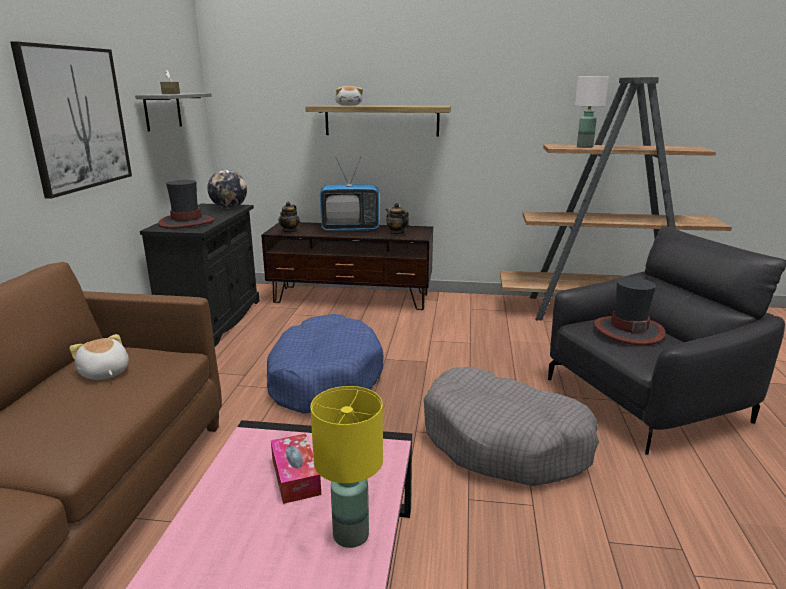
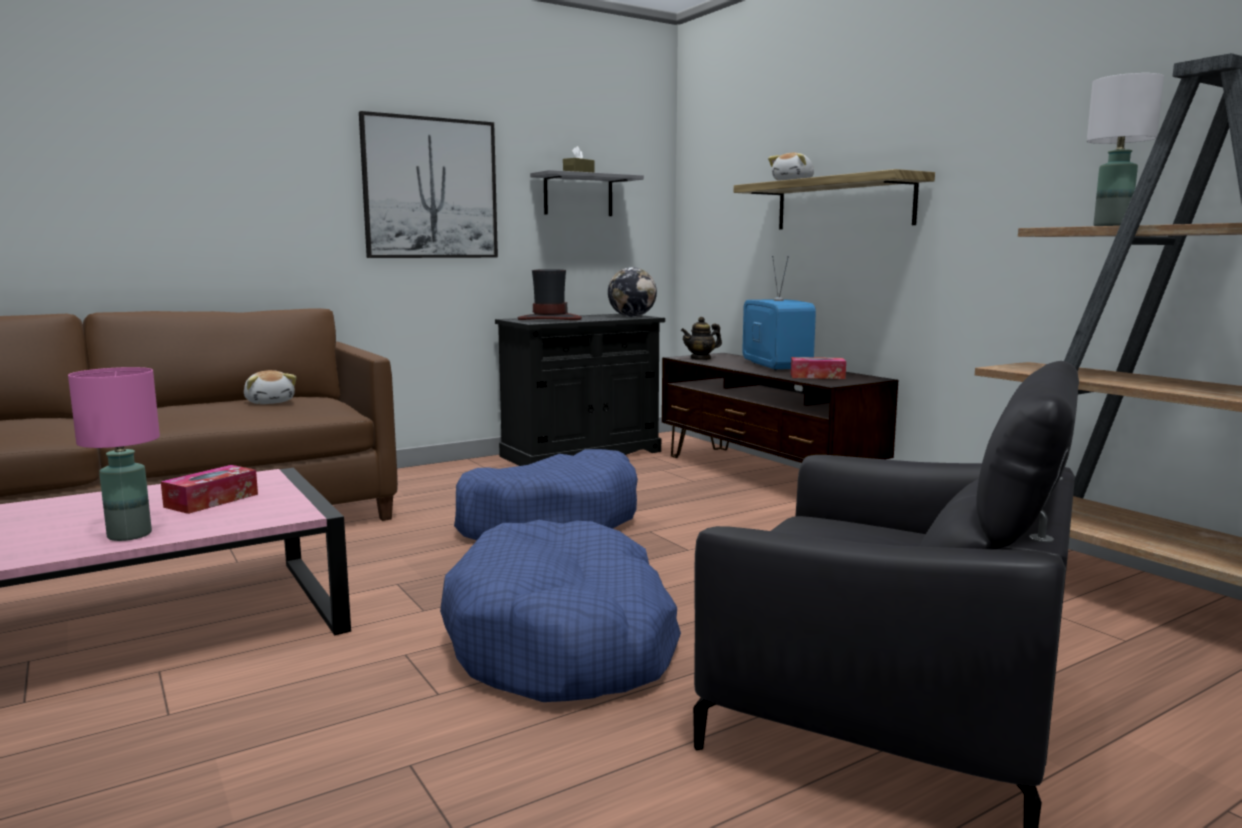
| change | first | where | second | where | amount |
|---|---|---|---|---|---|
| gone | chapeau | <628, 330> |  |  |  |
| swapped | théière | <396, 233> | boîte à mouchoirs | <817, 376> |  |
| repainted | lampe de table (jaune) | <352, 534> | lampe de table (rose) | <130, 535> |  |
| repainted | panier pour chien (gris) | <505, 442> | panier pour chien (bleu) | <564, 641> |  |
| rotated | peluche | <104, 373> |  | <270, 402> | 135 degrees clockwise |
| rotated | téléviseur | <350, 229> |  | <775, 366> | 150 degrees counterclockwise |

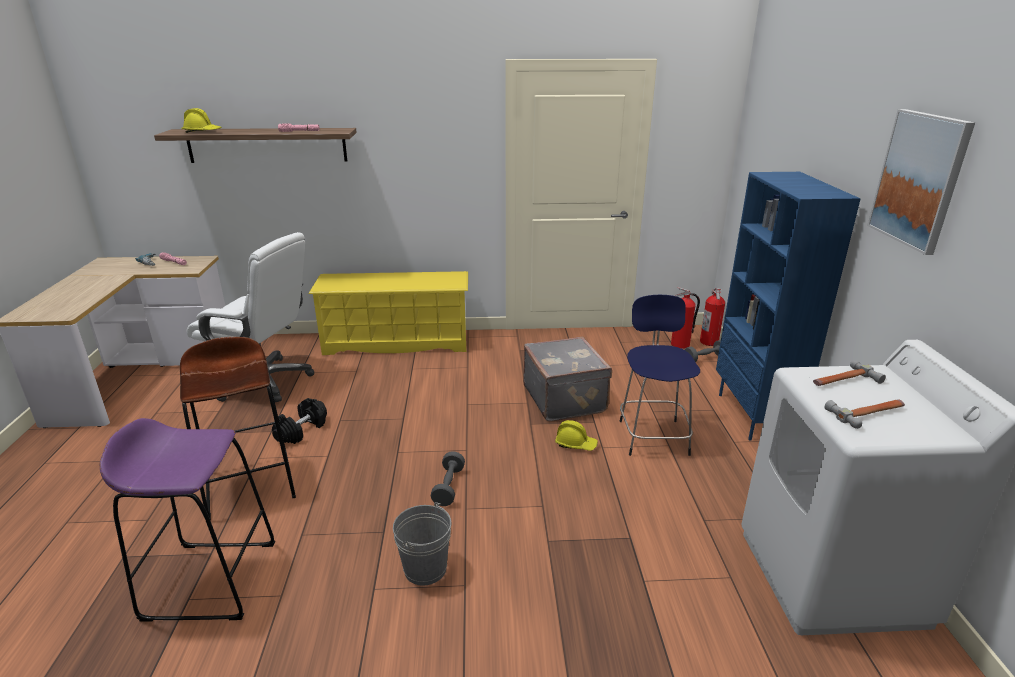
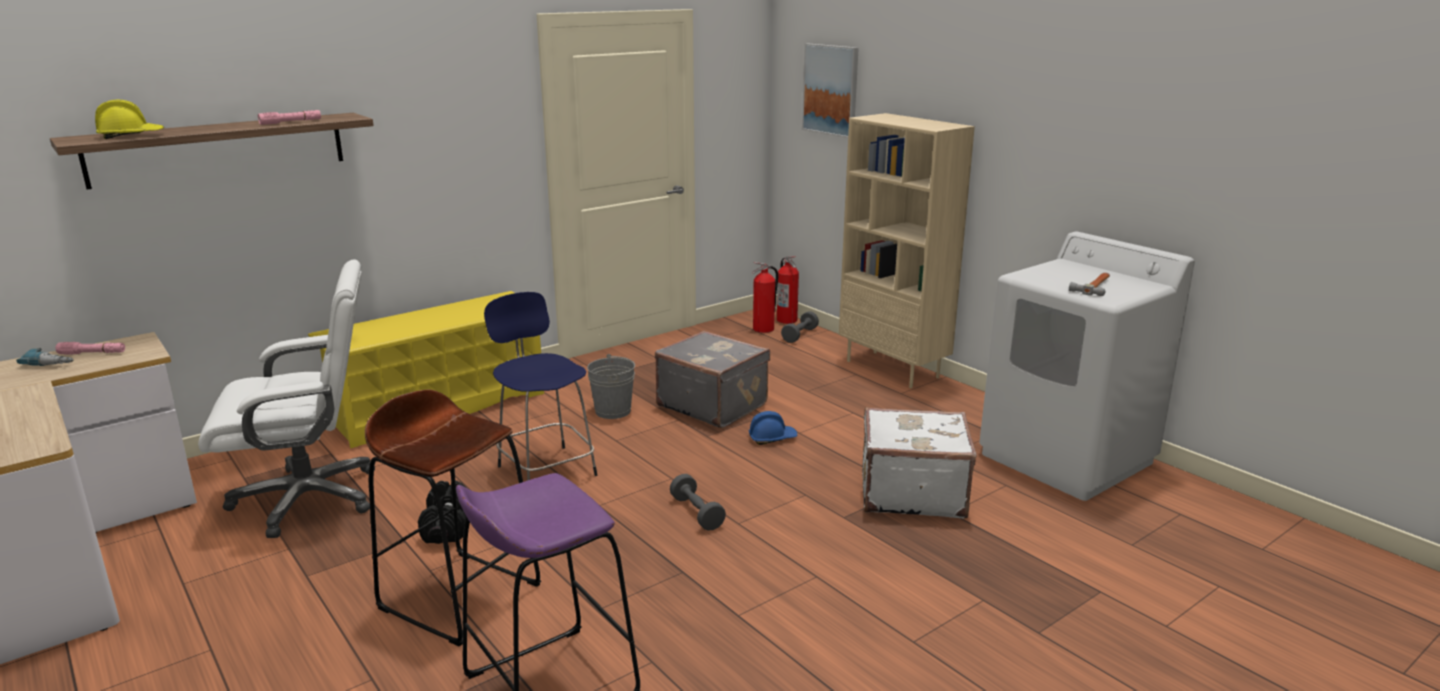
| change | first | where | second | where | amount |
|---|---|---|---|---|---|
| gone | marteau | <842, 381> |  |  |  |
| new |  |  | valise (blanc) | <911, 492> |  |
| shifted | seau (gris) | <425, 569> |  | <613, 411> |  |
| shifted | tabouret (bleu) | <653, 435> |  | <545, 469> |  |
| shifted | tableau | <919, 180> |  | <831, 90> |  |
| repainted | casque de chantier (jaune) | <575, 444> | casque de chantier (bleu) | <772, 438> |  |
| repainted | bibliothèque (bleu) | <753, 416> | bibliothèque (beige) | <893, 369> |  |

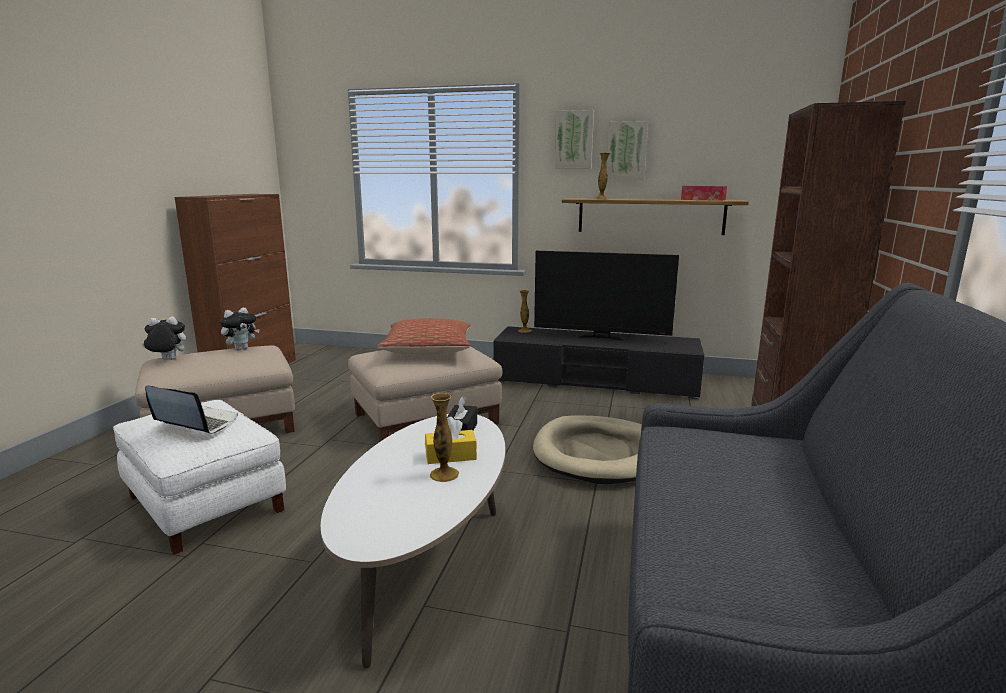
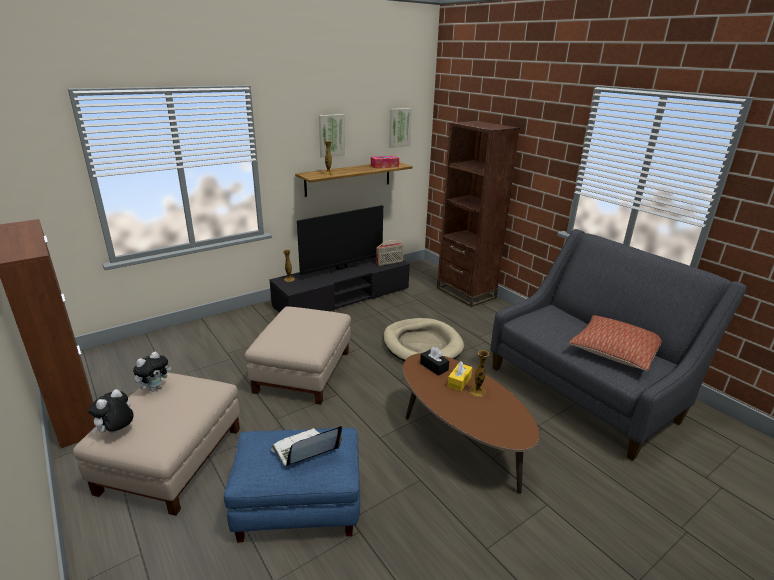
| change | first | where | second | where | amount |
|---|---|---|---|---|---|
| new |  |  | radio | <389, 263> |  |
| shifted | coussin | <428, 350> |  | <614, 351> |  |
| shifted | tableau | <574, 139> |  | <399, 127> |  |
| repainted | pouf (blanc) | <204, 504> | pouf (bleu) | <298, 505> |  |
| repainted | table basse (blanc) | <428, 562> | table basse (marron) | <459, 441> |  |
| rotated | peluche | <241, 349> |  | <155, 388> | 45 degrees clockwise |

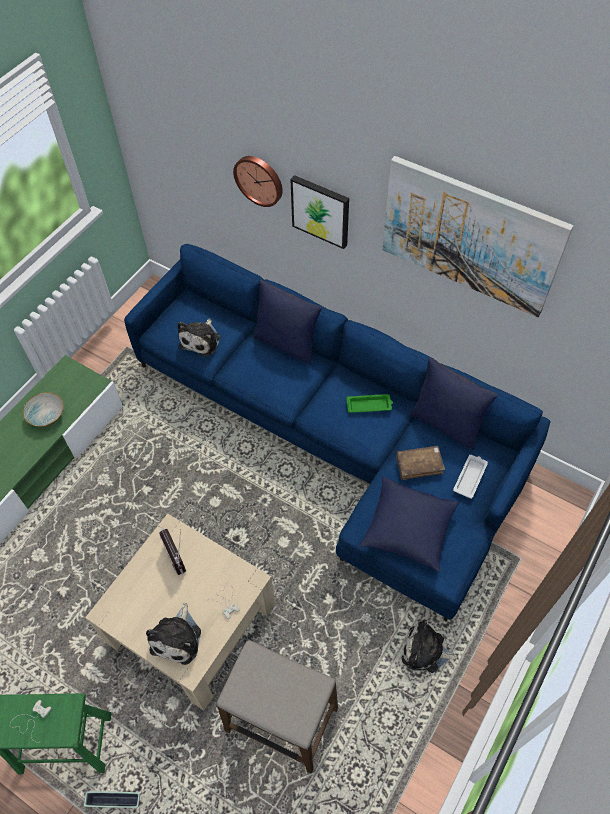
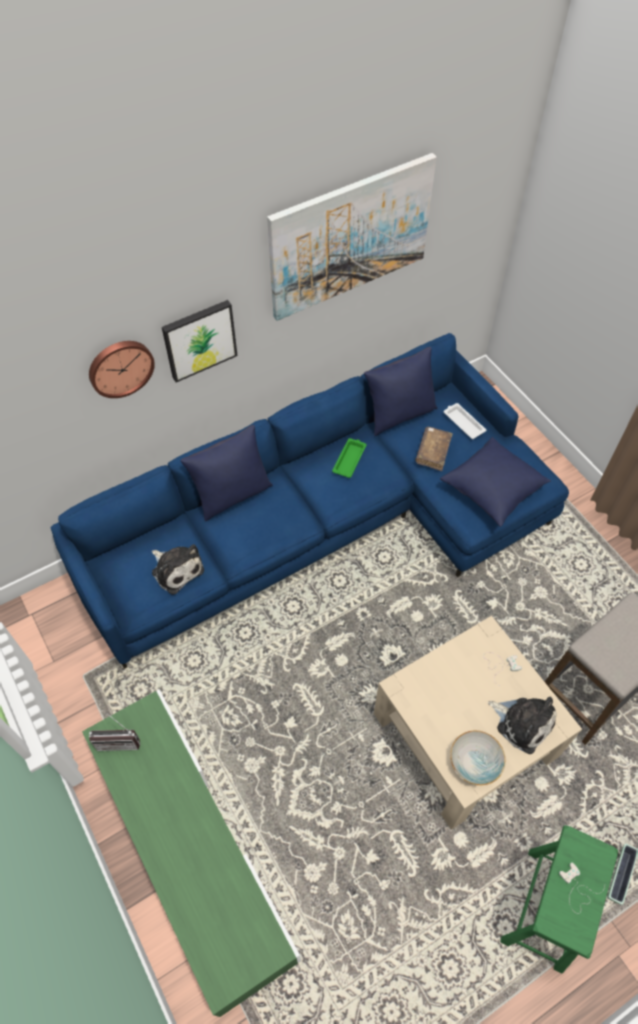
| change | first | where | second | where | amount |
|---|---|---|---|---|---|
| gone | peluche | <426, 651> |  |  |  |
| shifted | bol | <46, 415> |  | <474, 762> |  |
| shifted | radio | <179, 556> |  | <119, 740> |  |

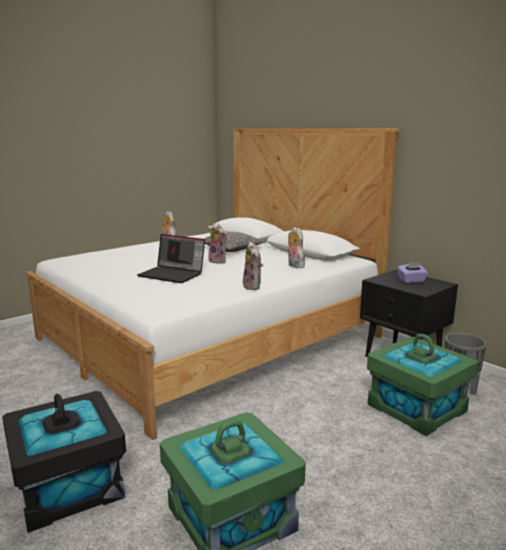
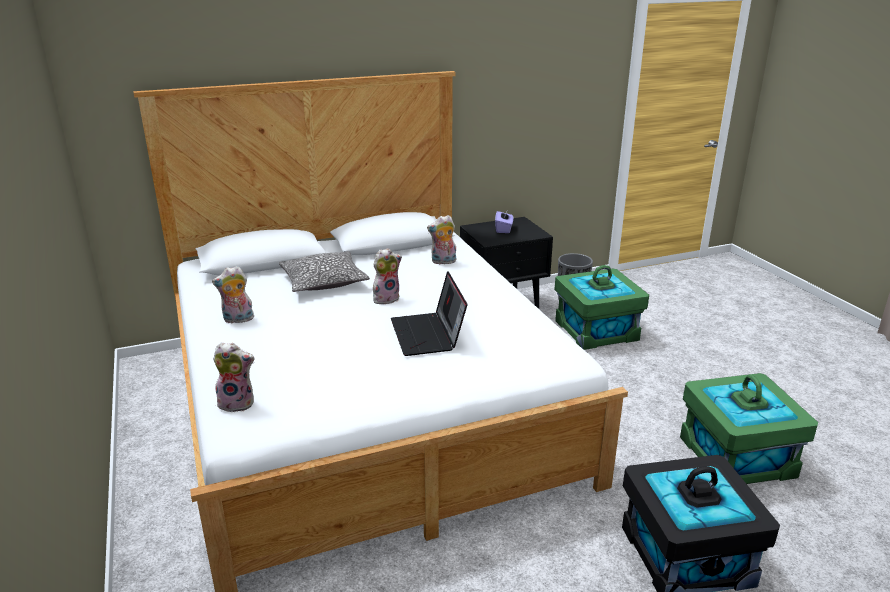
| change | first | where | second | where | amount |
|---|---|---|---|---|---|
| shifted | peluche | <253, 287> |  | <238, 403> |  |
| rotated | ordinateur portable | <173, 274> |  | <428, 335> | 120 degrees clockwise |

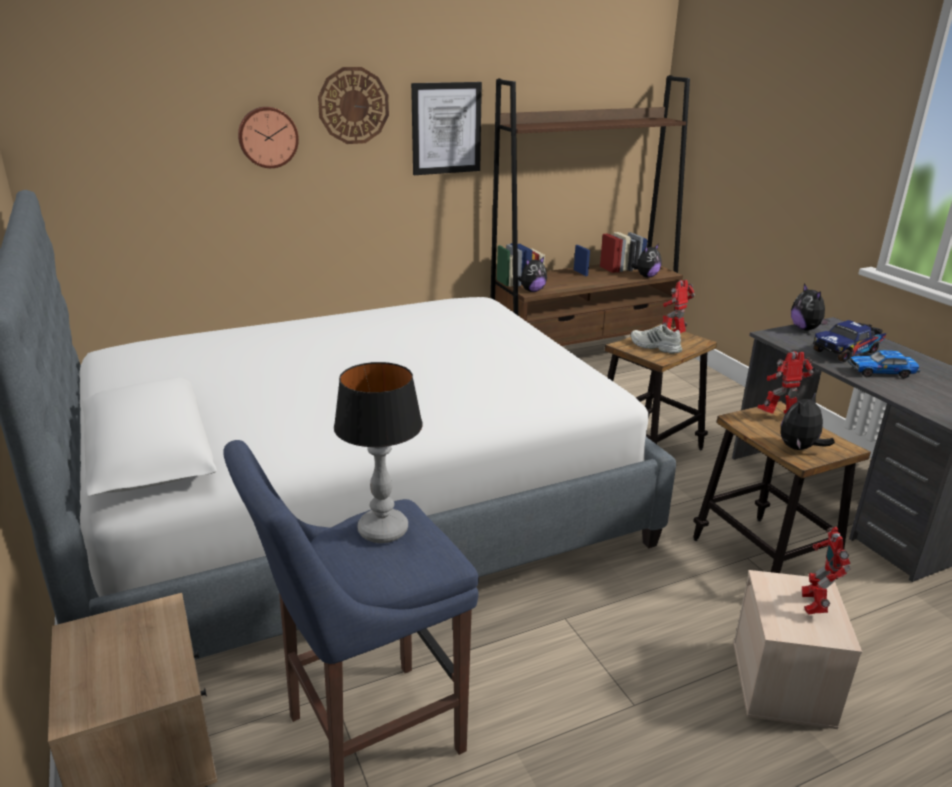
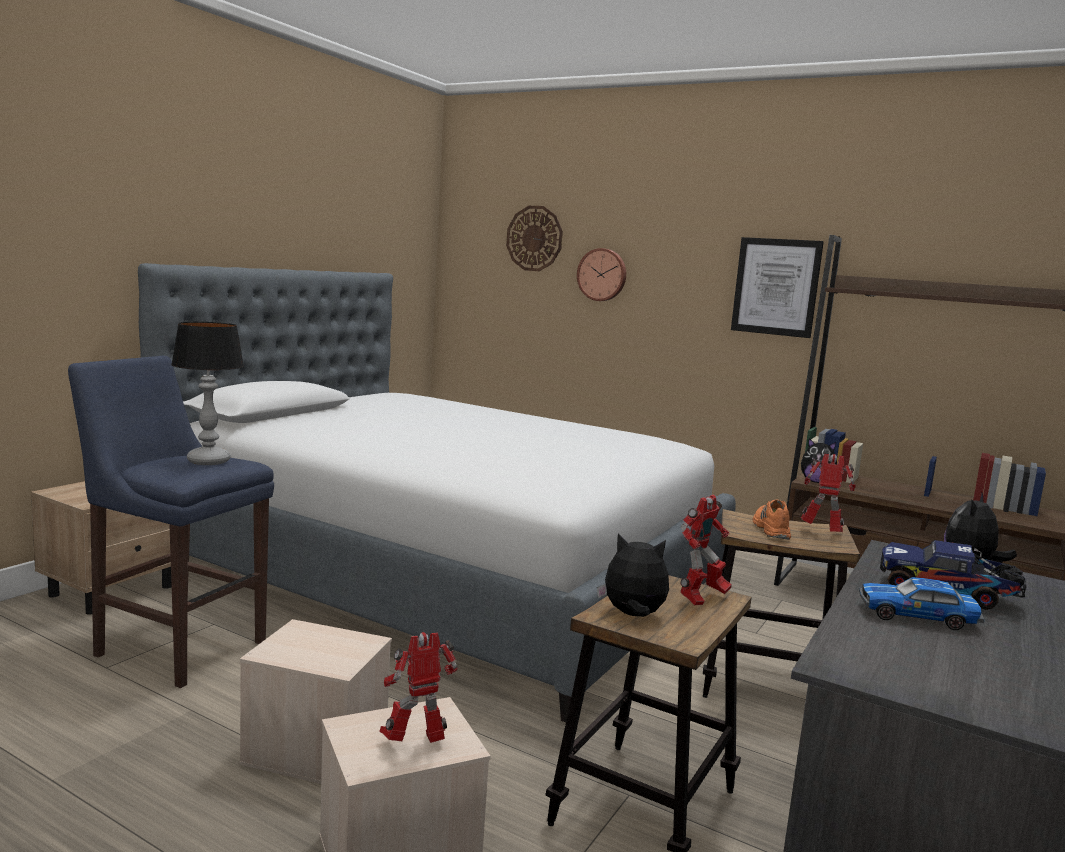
| change | first | where | second | where | amount |
|---|---|---|---|---|---|
| gone | peluche | <646, 276> |  |  |  |
| new |  |  | boîte de rangement (beige) | <314, 750> |  |
| shifted | horloge murale | <353, 105> |  | <534, 238> |  |
| repainted | chaussure (blanc) | <654, 347> | chaussure (orange) | <770, 528> |  |
| rotated | robot jouet | <779, 416> |  | <701, 598> | 90 degrees clockwise |
| rotated | petite voiture | <881, 372> |  | <917, 616> | 45 degrees counterclockwise |

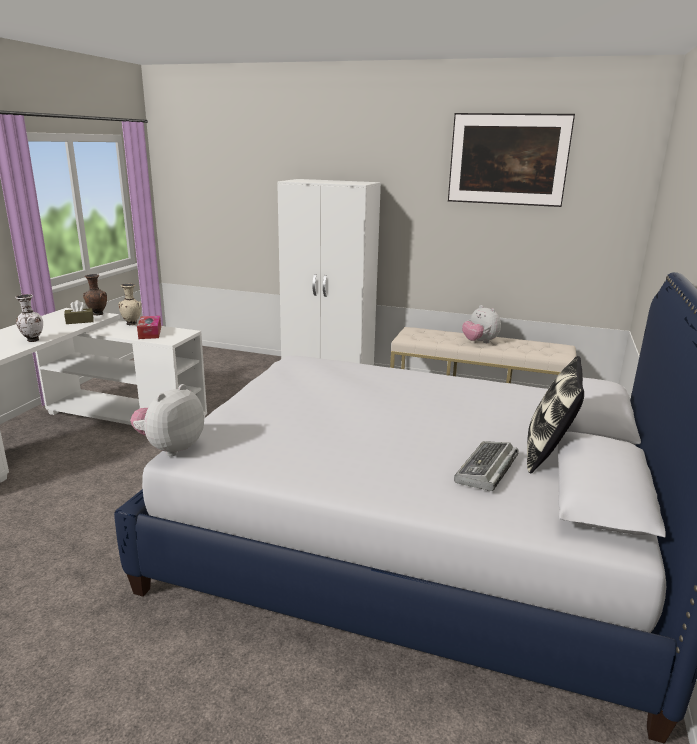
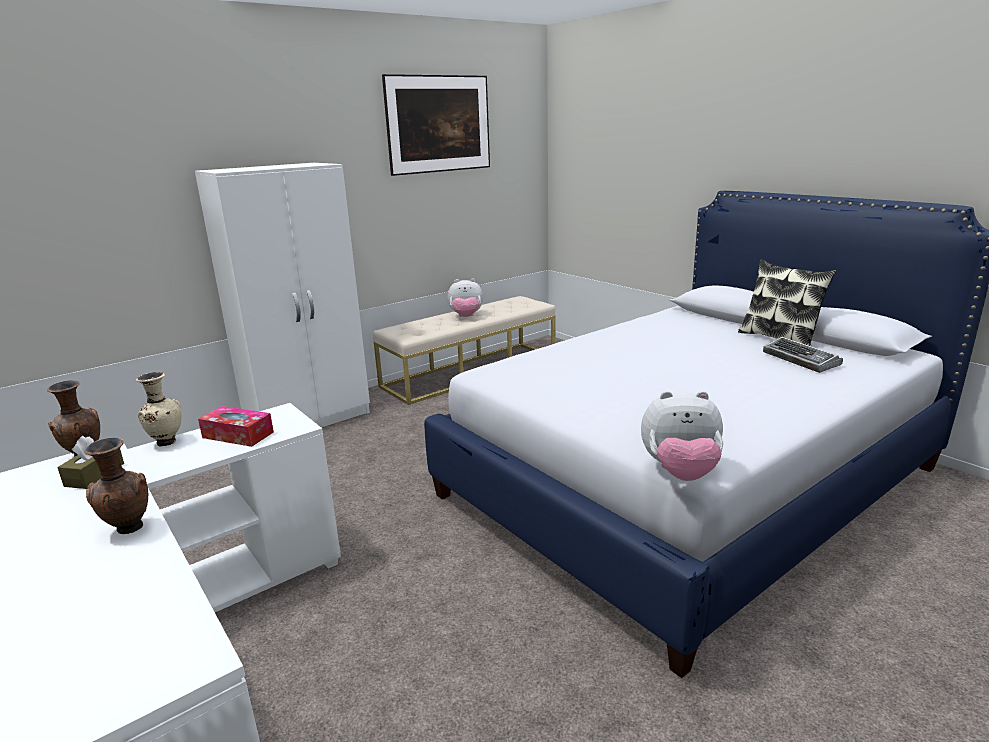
| change | first | where | second | where | amount |
|---|---|---|---|---|---|
| repainted | vase (blanc) | <32, 340> | vase (marron) | <128, 529> |  |
| rotated | peluche | <170, 448> |  | <680, 473> | 60 degrees counterclockwise |

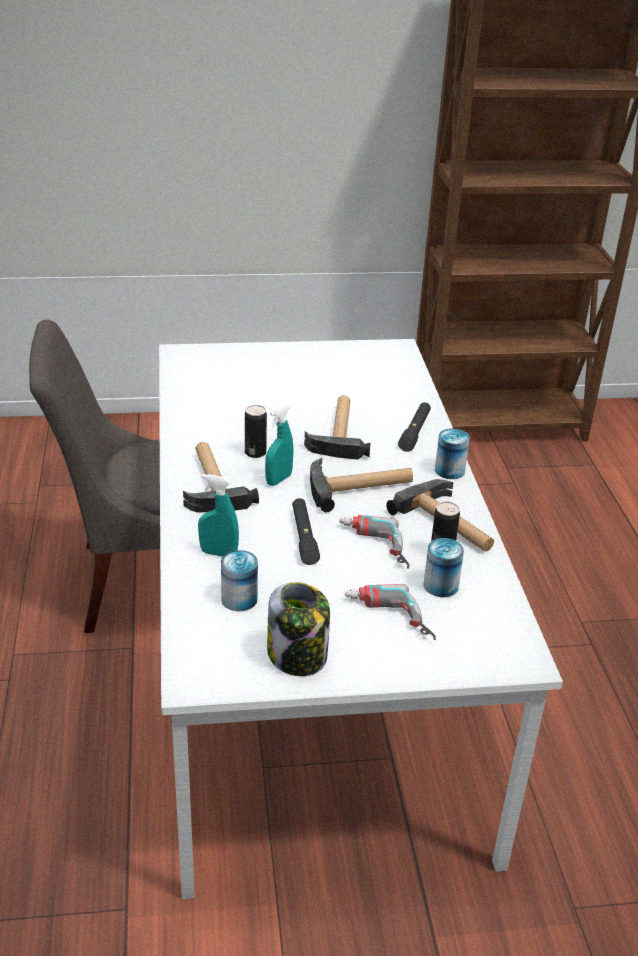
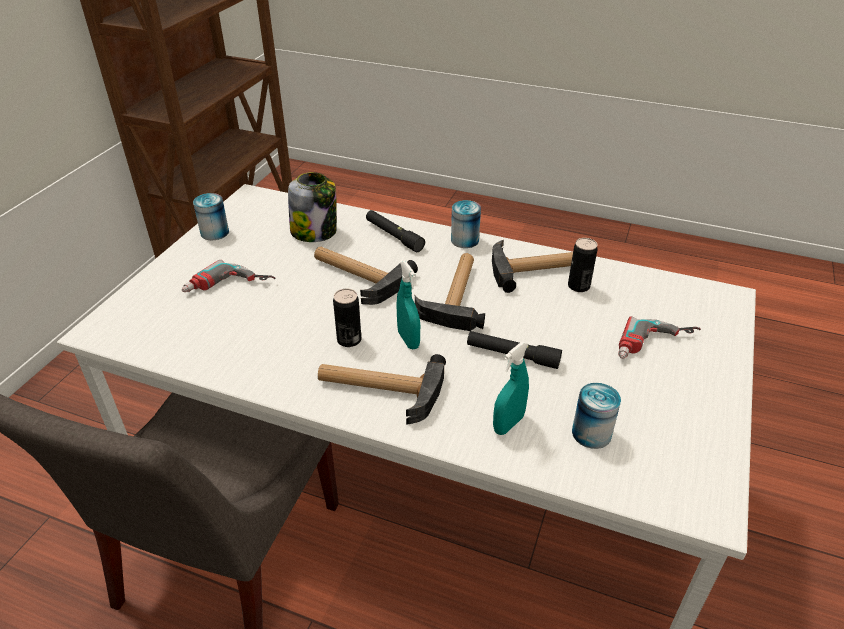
| change | first | where | second | where | amount |
|---|---|---|---|---|---|
| shifted | bocal | <298, 656> |  | <315, 232> |  |
| shifted | perceuse | <372, 547> |  | <228, 288> |  |
| shifted | boîte métallique | <440, 585> |  | <214, 232> |  |

